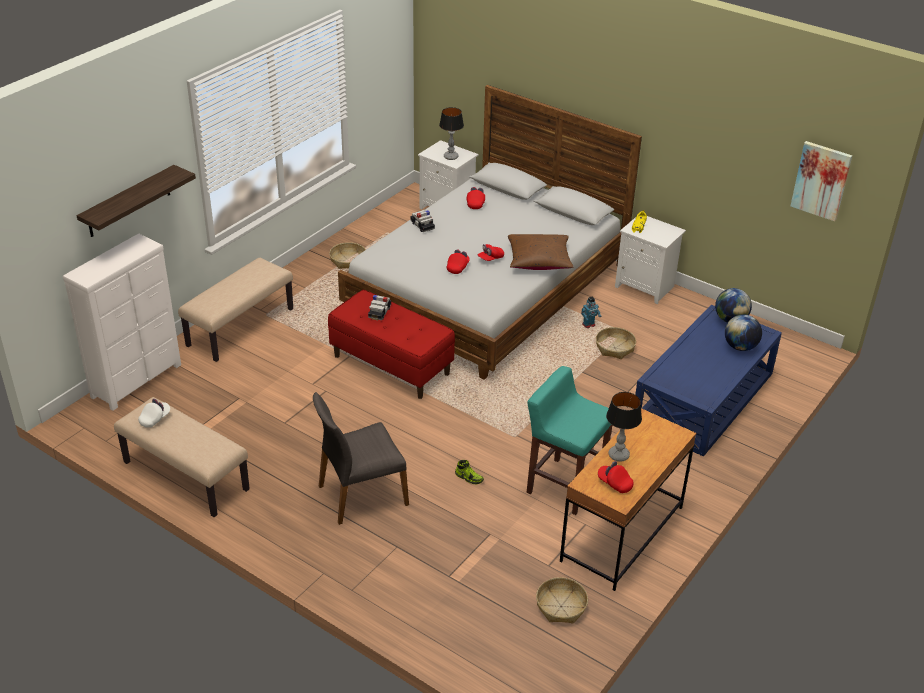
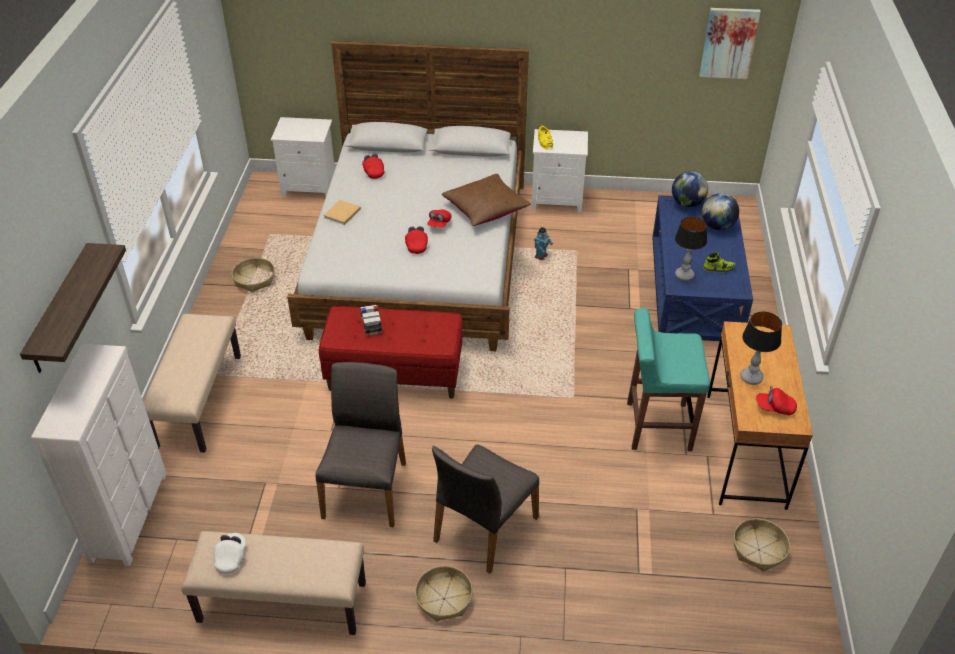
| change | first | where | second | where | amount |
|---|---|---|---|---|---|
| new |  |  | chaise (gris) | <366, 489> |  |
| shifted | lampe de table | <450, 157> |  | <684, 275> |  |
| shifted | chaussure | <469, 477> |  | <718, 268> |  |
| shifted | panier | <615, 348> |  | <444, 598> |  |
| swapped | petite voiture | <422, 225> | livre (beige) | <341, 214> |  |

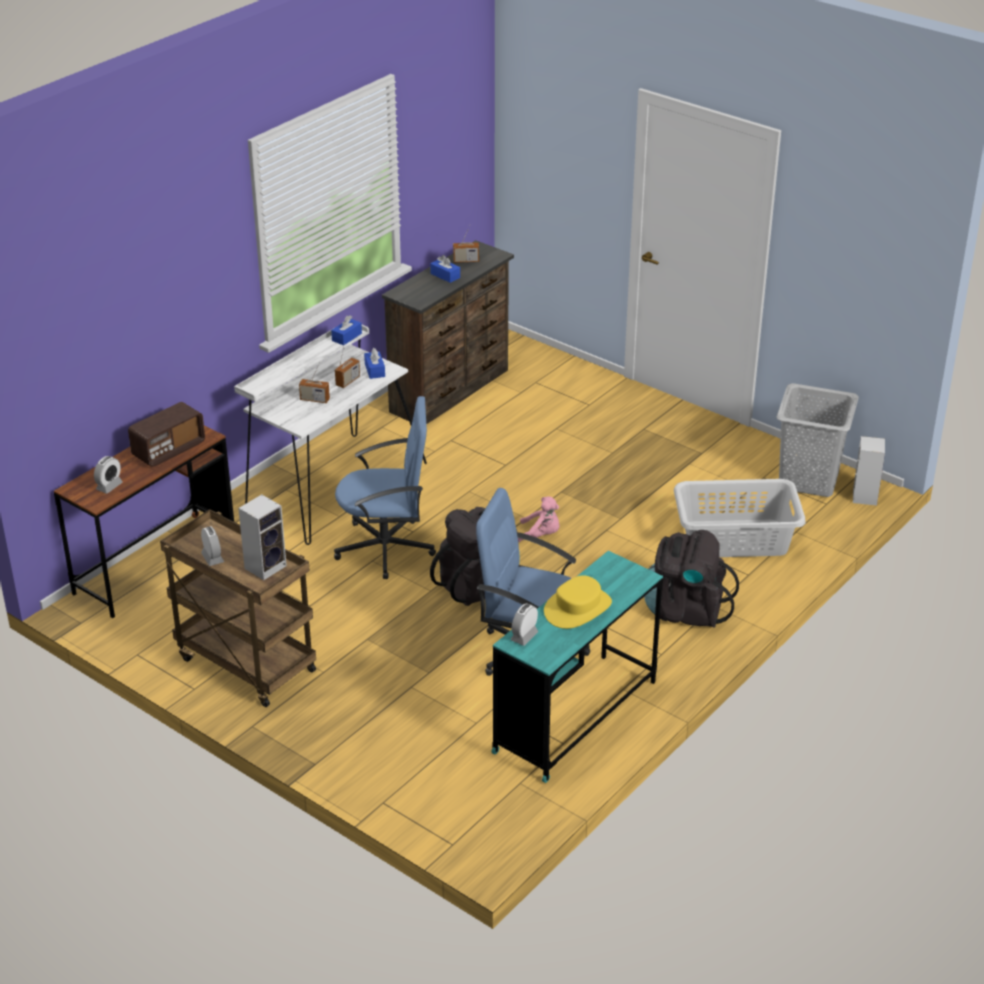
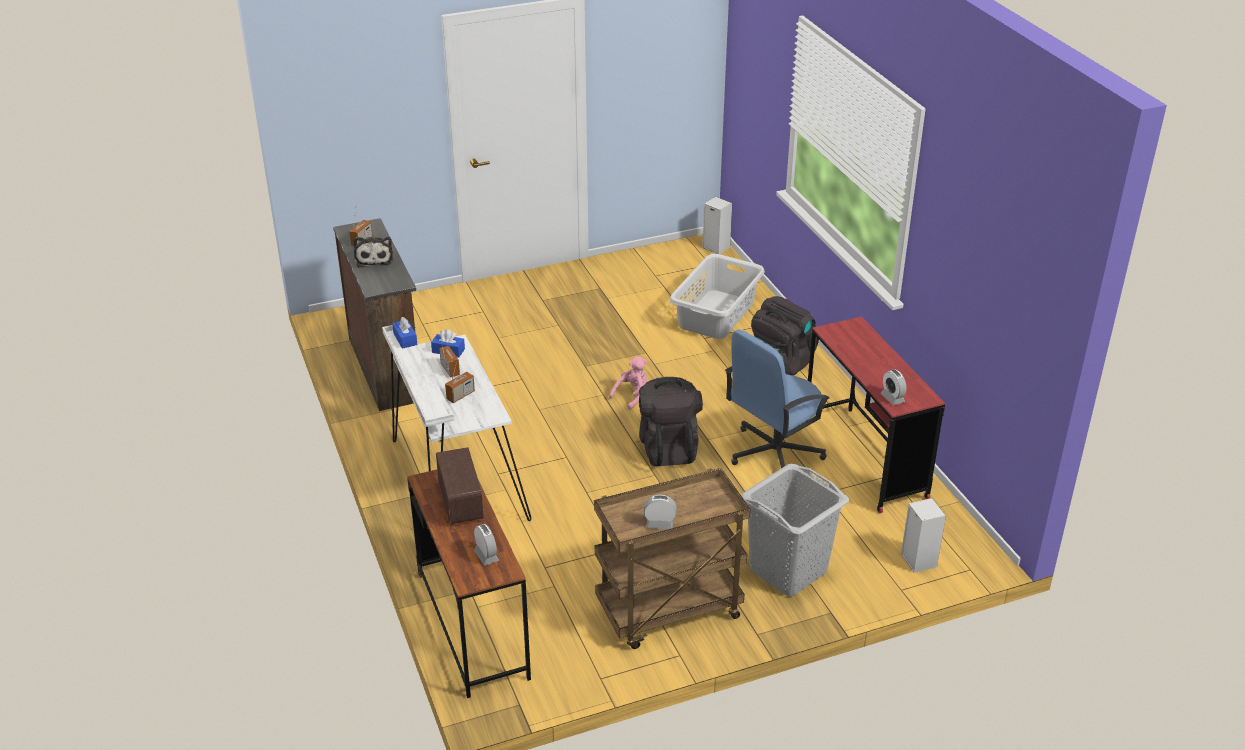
| change | first | where | second | where | amount |
|---|---|---|---|---|---|
| gone | chaise de bureau (bleu) | <386, 548> |  |  |  |
| gone | chapeau (jaune) | <578, 608> |  |  |  |
| shifted | enceinte | <266, 566> |  | <917, 560> |  |
| shifted | panier à linge (gris) | <809, 480> |  | <788, 570> |  |
| swapped | boîte à mouchoirs (bleu) | <445, 275> | peluche | <374, 258> |  |
| repainted | bureau (turquoise) | <575, 717> | bureau (rouge) | <864, 459> |  |

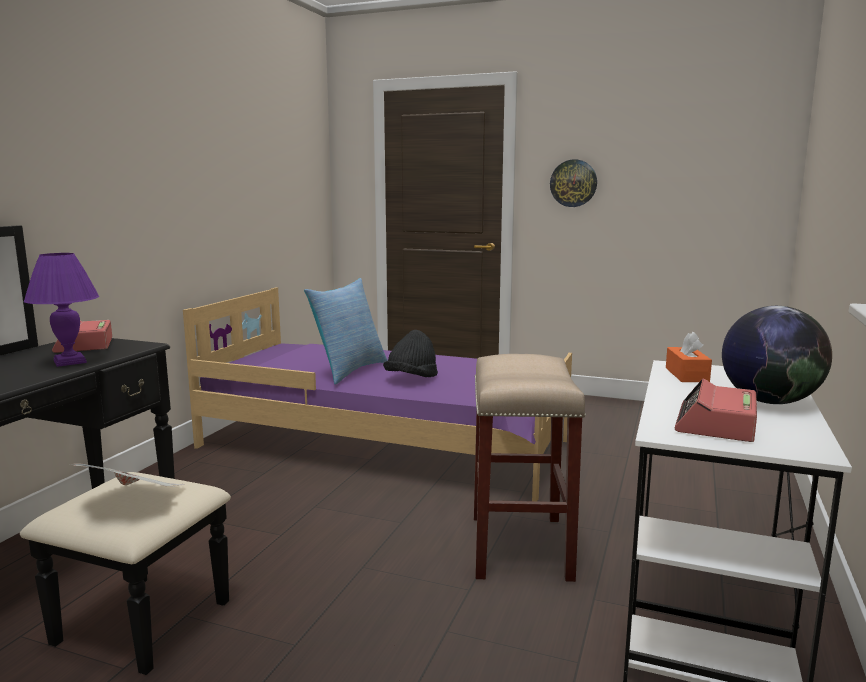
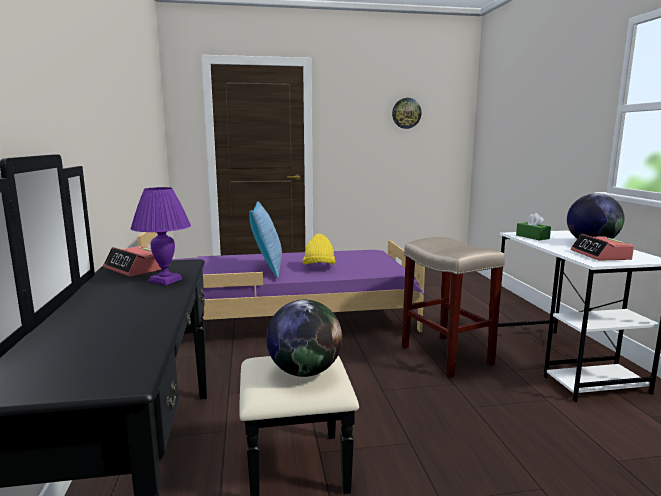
| change | first | where | second | where | amount |
|---|---|---|---|---|---|
| shifted | horloge murale | <573, 183> |  | <406, 113> |  |
| swapped | journal | <133, 501> | globe | <304, 372> |  |
| repainted | chapeau (noir) | <411, 379> | chapeau (jaune) | <319, 268> |  |
| repainted | boîte à mouchoirs (orange) | <686, 375> | boîte à mouchoirs (vert) | <532, 237> |  |

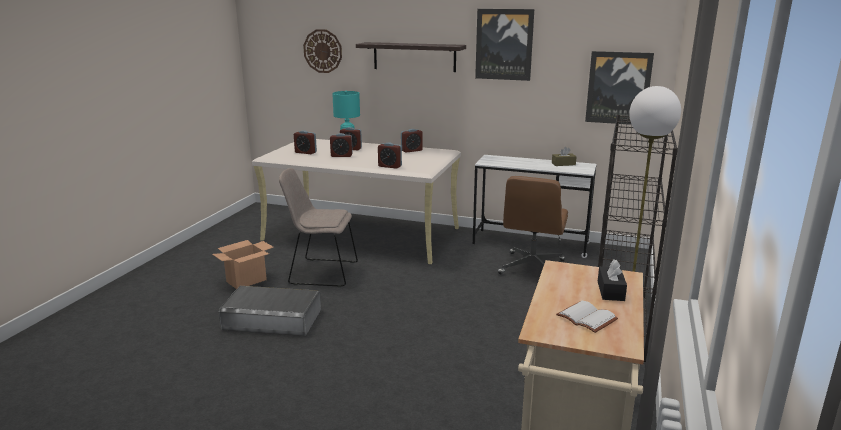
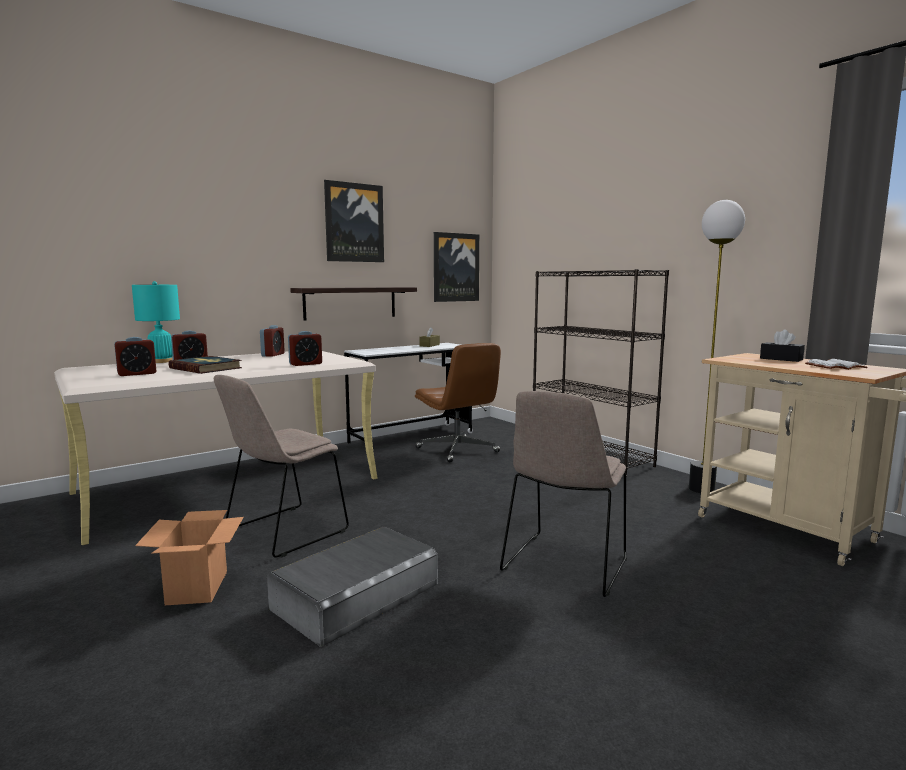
| change | first | where | second | where | amount |
|---|---|---|---|---|---|
| gone | horloge murale | <323, 51> |  |  |  |
| new |  |  | chaise (beige) | <564, 566> |  |
| shifted | étagère | <414, 57> |  | <350, 303> |  |
| swapped | réveil | <341, 155> | livre | <206, 368> |  |

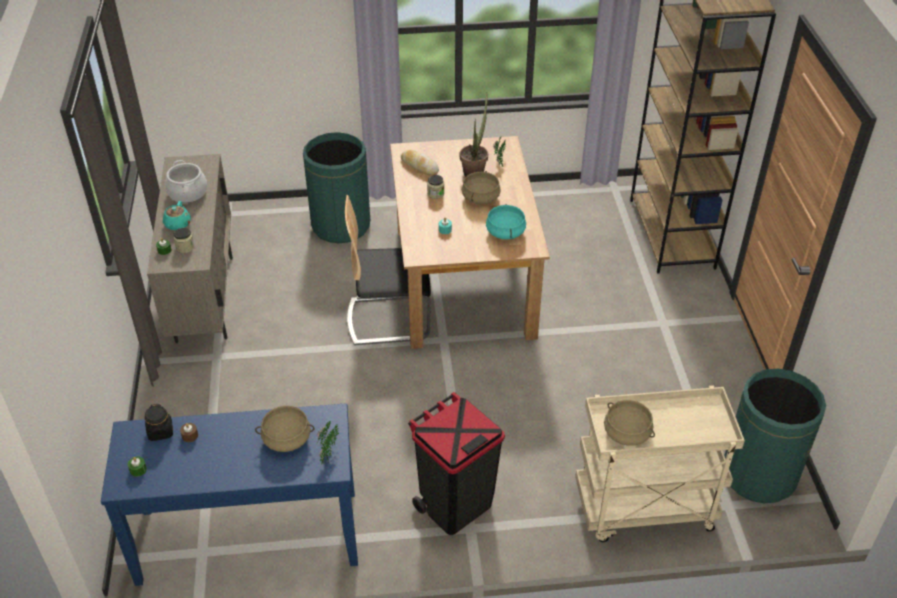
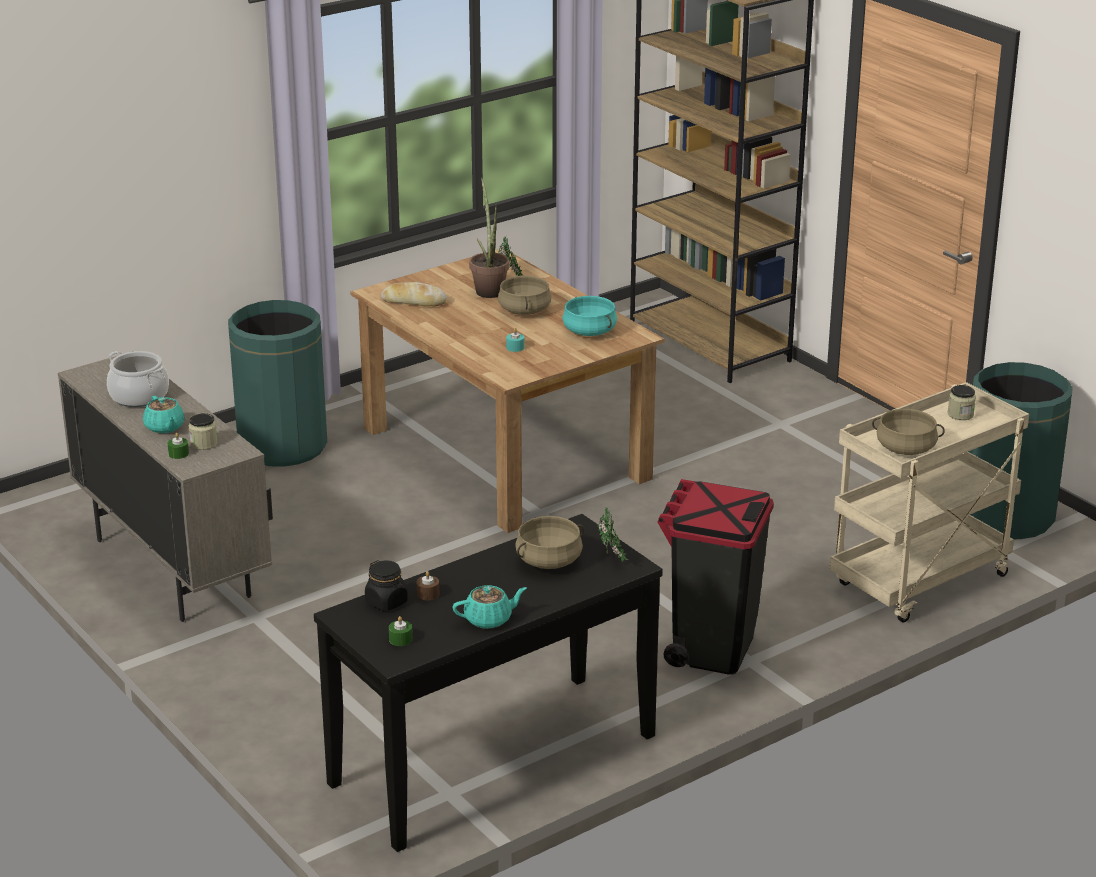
| change | first | where | second | where | amount |
|---|---|---|---|---|---|
| gone | chaise | <388, 318> |  |  |  |
| new |  |  | théière (turquoise) | <489, 619> |  |
| shifted | bocal | <435, 193> |  | <960, 414> |  |
| repainted | table console (bleu) | <248, 537> | table console (noir) | <494, 760> |  |

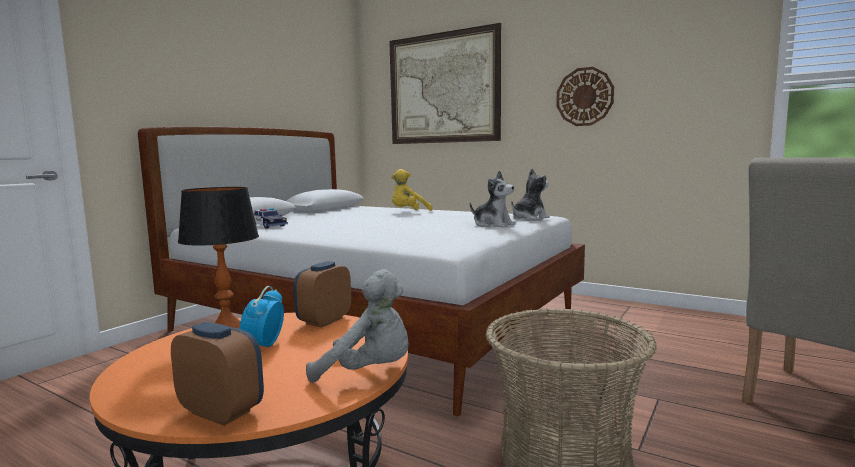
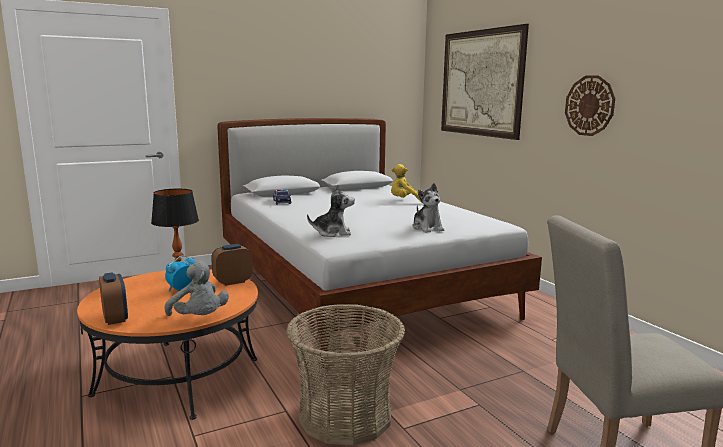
| change | first | where | second | where | amount |
|---|---|---|---|---|---|
| shifted | peluche | <529, 218> |  | <332, 233> |  |

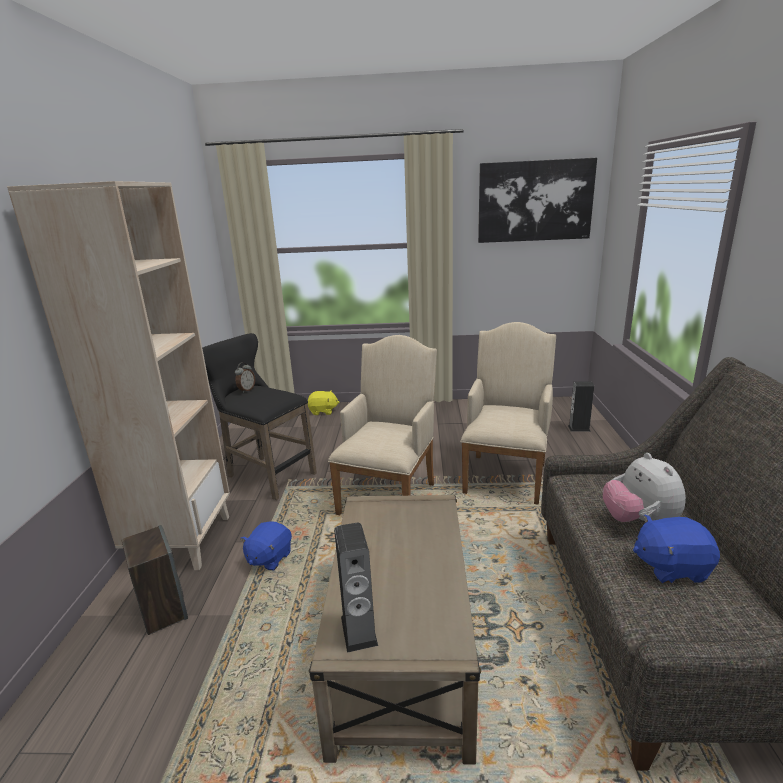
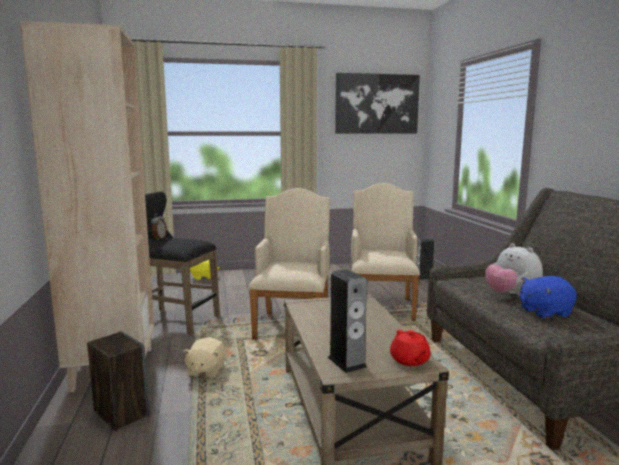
| change | first | where | second | where | amount |
|---|---|---|---|---|---|
| new |  |  | théière (rouge) | <410, 360> |  |
| repainted | peluche (bleu) | <269, 558> | peluche (beige) | <205, 371> |  |

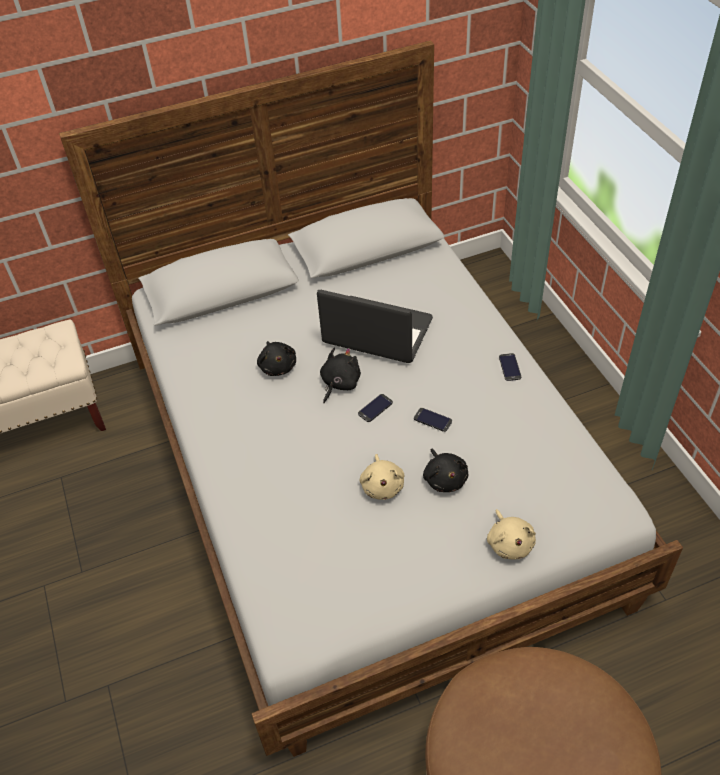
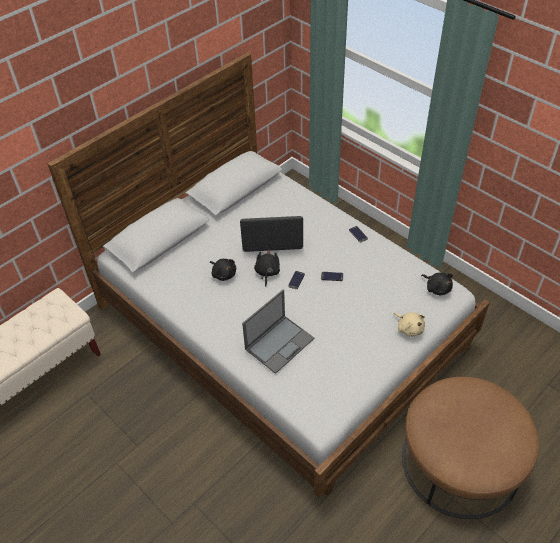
| change | first | where | second | where | amount |
|---|---|---|---|---|---|
| gone | peluche (beige) | <382, 485> |  |  |  |
| new |  |  | ordinateur portable | <280, 343> |  |
| shifted | peluche (noir) | <445, 478> |  | <437, 288> |  |

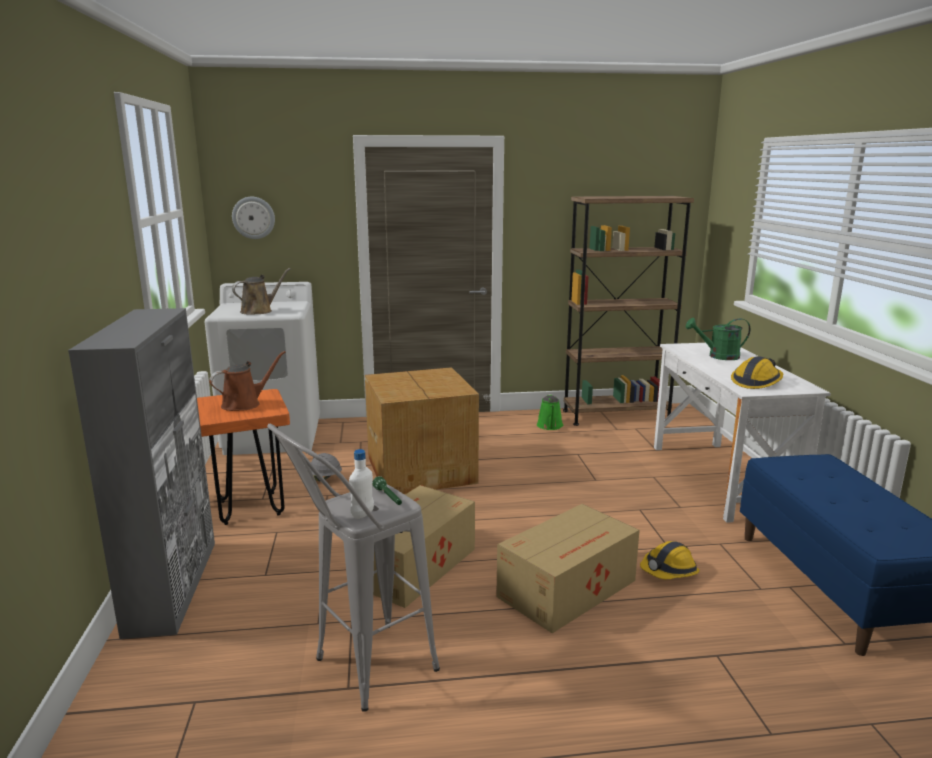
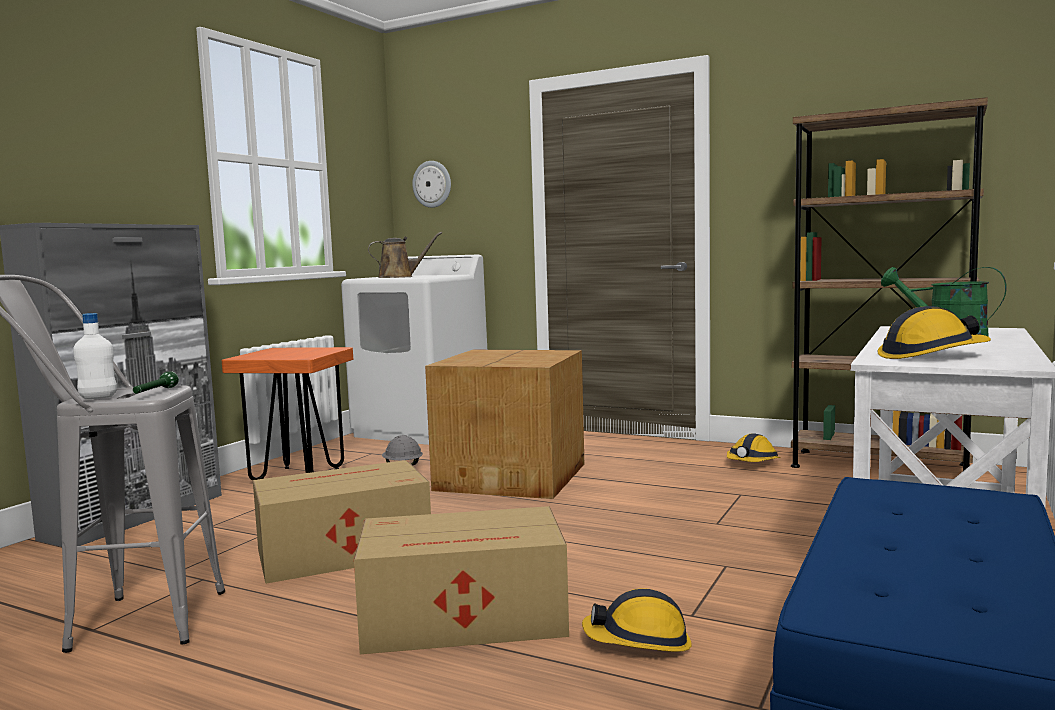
| change | first | where | second | where | amount |
|---|---|---|---|---|---|
| gone | arrosoir (marron) | <244, 404> |  |  |  |
| swapped | arrosoir (vert) | <550, 426> | casque de chantier | <752, 463> |  |

